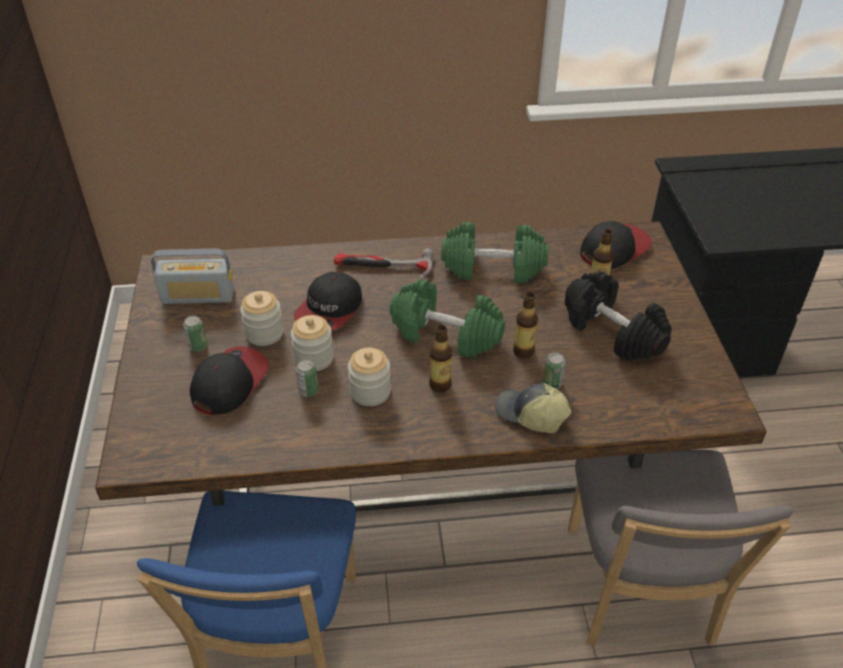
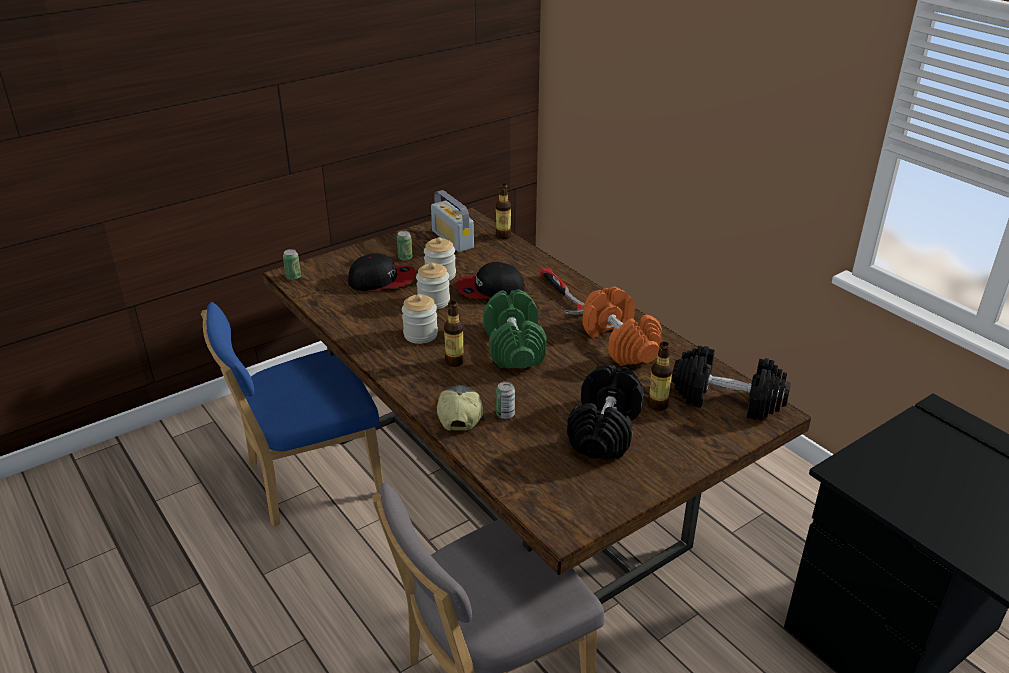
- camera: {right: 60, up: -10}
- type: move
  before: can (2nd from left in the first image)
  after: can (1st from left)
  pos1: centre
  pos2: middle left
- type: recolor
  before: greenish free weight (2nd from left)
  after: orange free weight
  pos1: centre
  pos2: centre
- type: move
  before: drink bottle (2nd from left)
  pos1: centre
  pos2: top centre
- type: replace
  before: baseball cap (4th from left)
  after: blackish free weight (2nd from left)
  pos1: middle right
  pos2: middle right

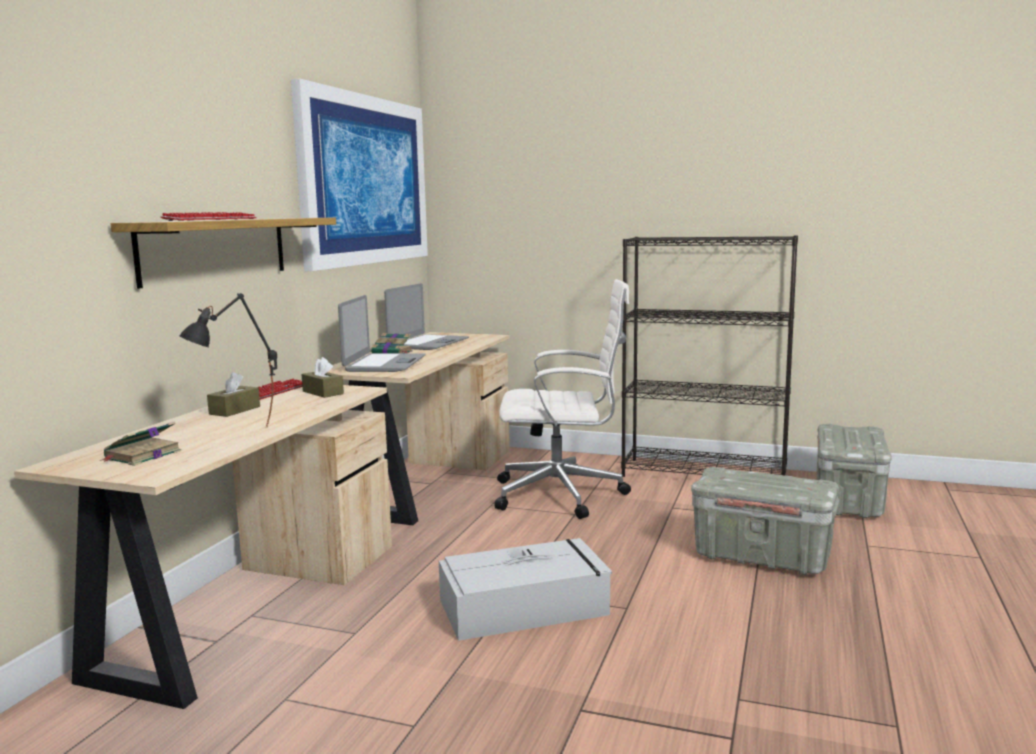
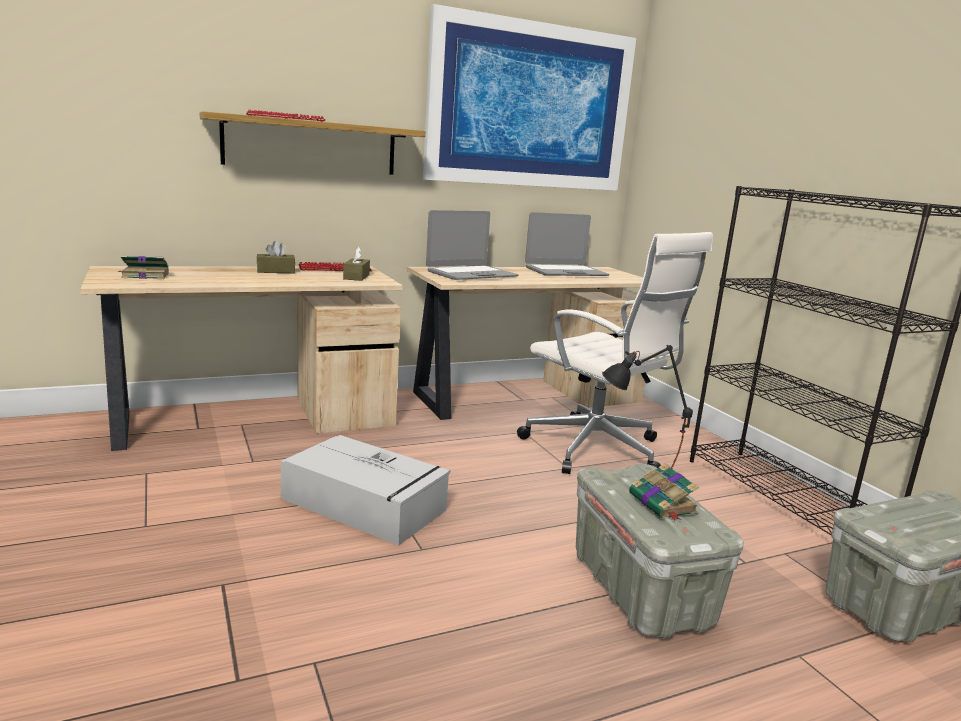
- camera: {right: 45, up: 5}
- type: move
  before: blackish table lamp
  pos1: middle left
  pos2: middle right
- type: move
  before: bound book (2nd from left)
  pos1: centre
  pos2: bottom right

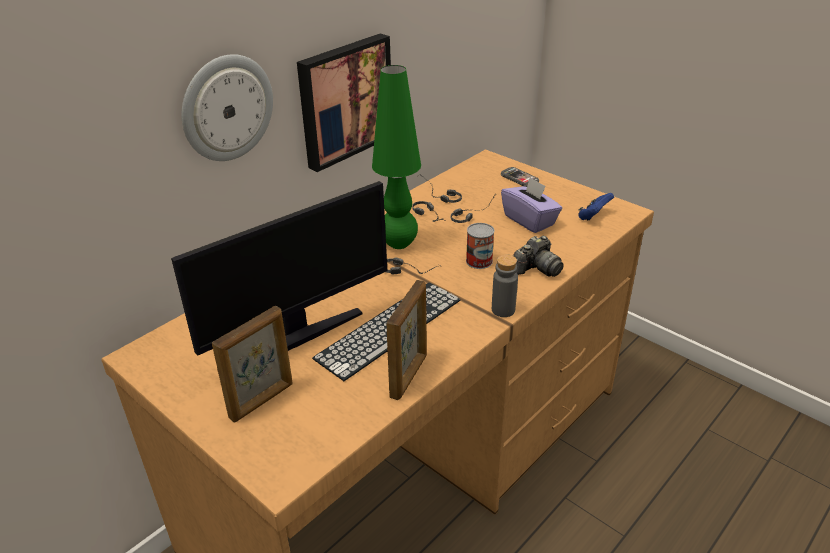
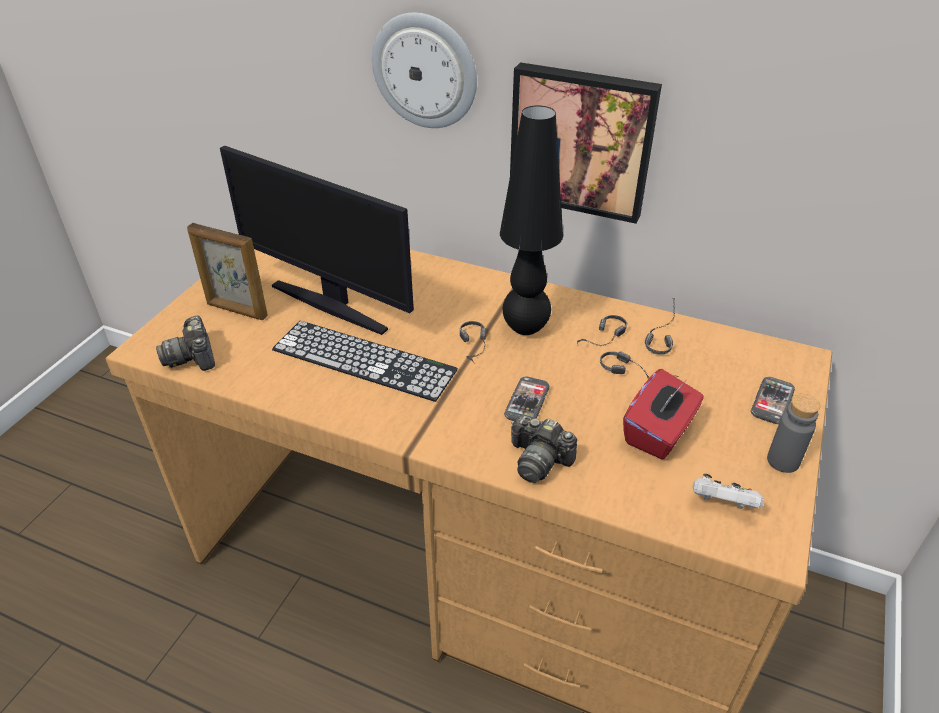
- camera: {right: 70, up: 5}
- type: recolor
  before: greenish table lamp
  after: blackish table lamp
  pos1: top centre
  pos2: top centre
- type: delete
  before: standing frame (2nd from left)
  pos1: centre
- type: replace
  before: can
  after: phone (1st from left)
  pos1: centre
  pos2: centre
- type: move
  before: gray drink bottle
  pos1: centre
  pos2: middle right
- type: recolor
  before: purplish tissue box
  after: red-coloured tissue box
  pos1: centre
  pos2: middle right
- type: recolor
  before: bluish game controller
  after: white-coloured game controller
  pos1: middle right
  pos2: bottom right
- type: insert
  after: photo camera (1st from left)
  pos2: middle left

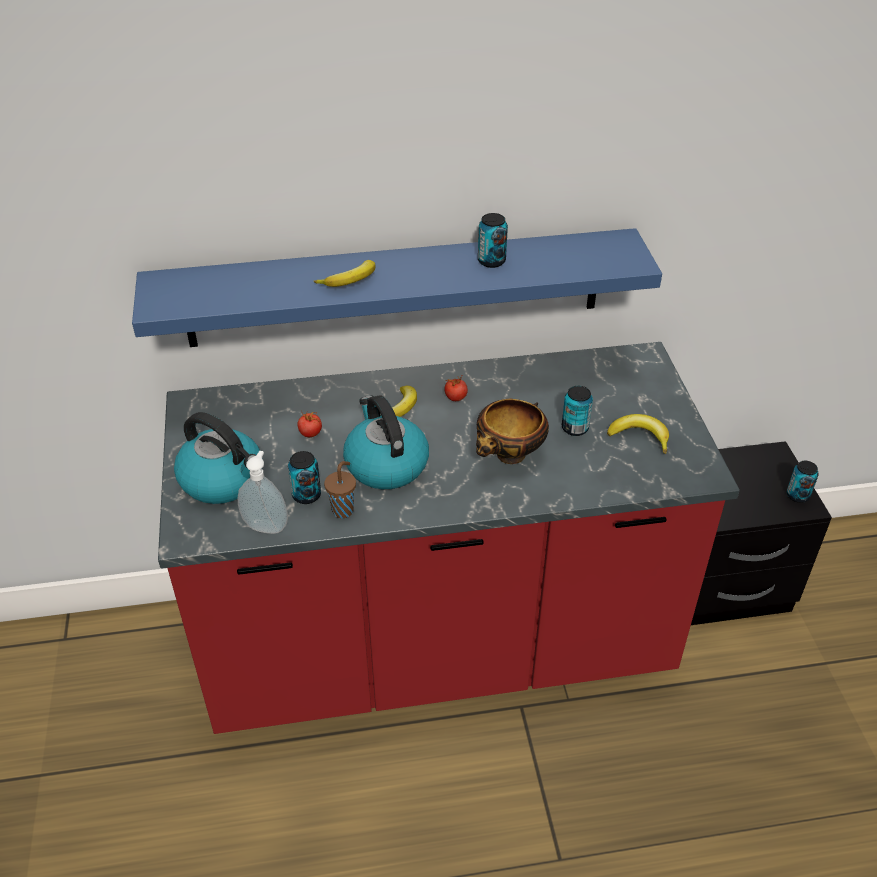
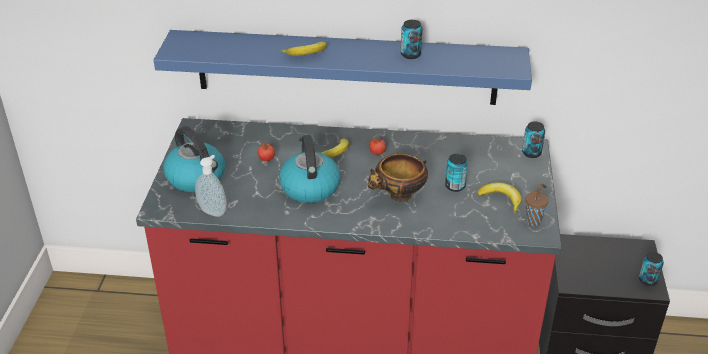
- camera: {right: 15, up: -5}
- type: move
  before: can (1st from left in the first image)
  after: can (3rd from left)
  pos1: centre
  pos2: middle right
- type: move
  before: brownish cup
  pos1: centre
  pos2: middle right

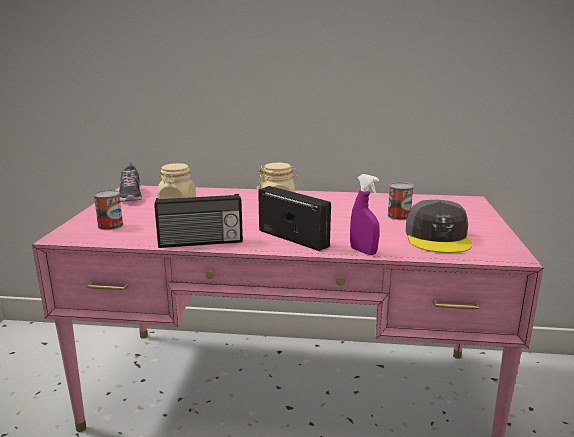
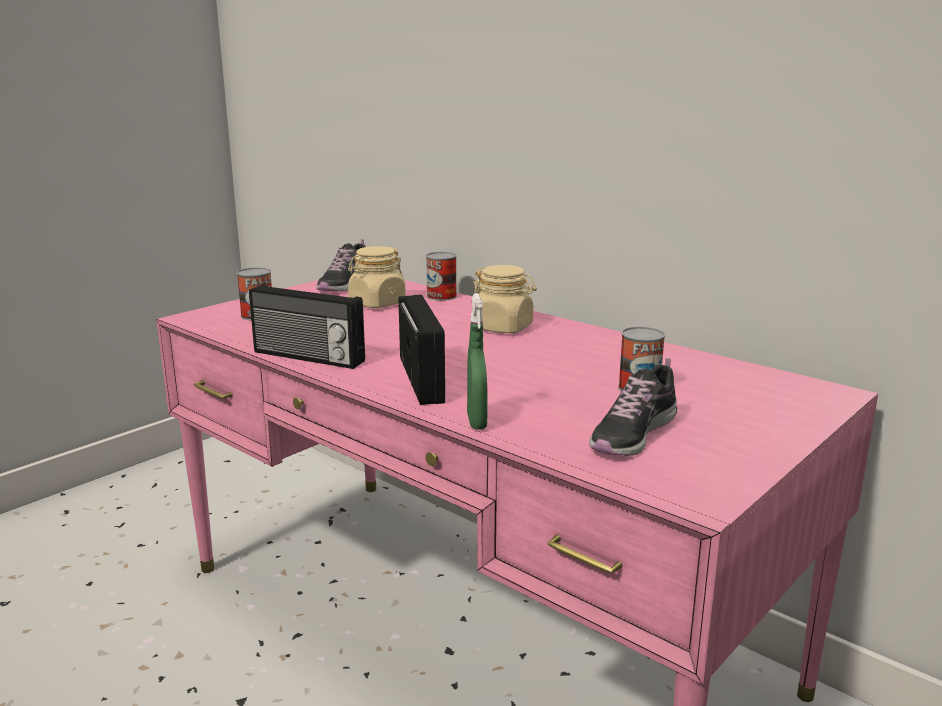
- camera: {right: 35, up: 0}
- type: recolor
  before: purplish hand sprayer
  after: greenish hand sprayer
  pos1: centre
  pos2: centre
- type: replace
  before: gray baseball cap
  after: low shoe (2nd from left)
  pos1: middle right
  pos2: middle right
- type: insert
  after: can (2nd from left)
  pos2: centre

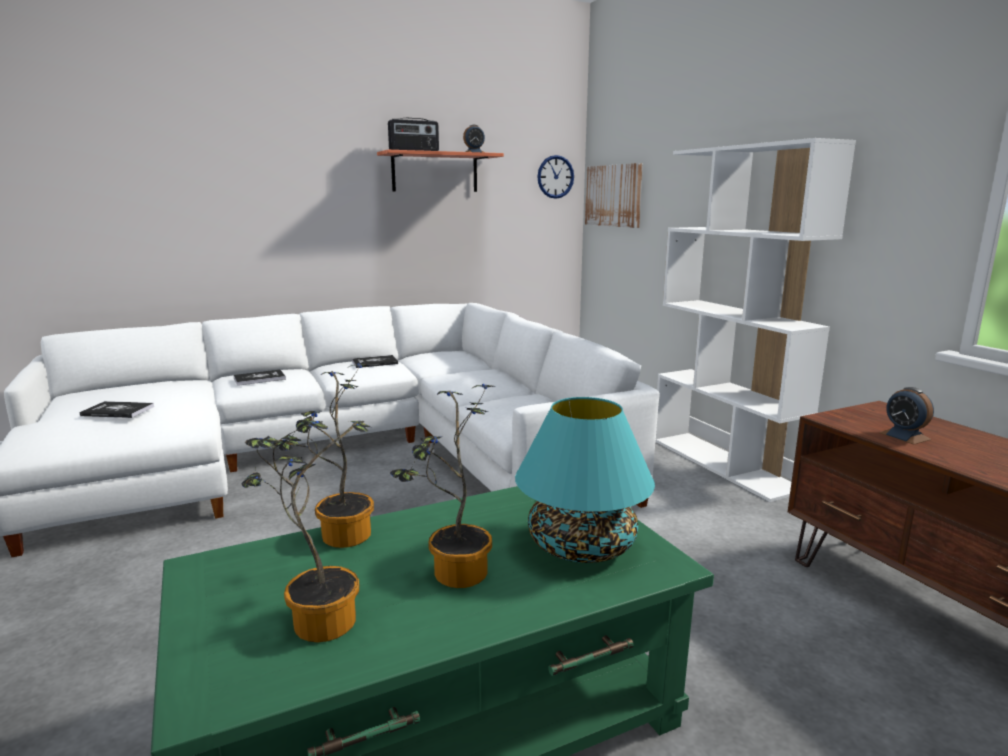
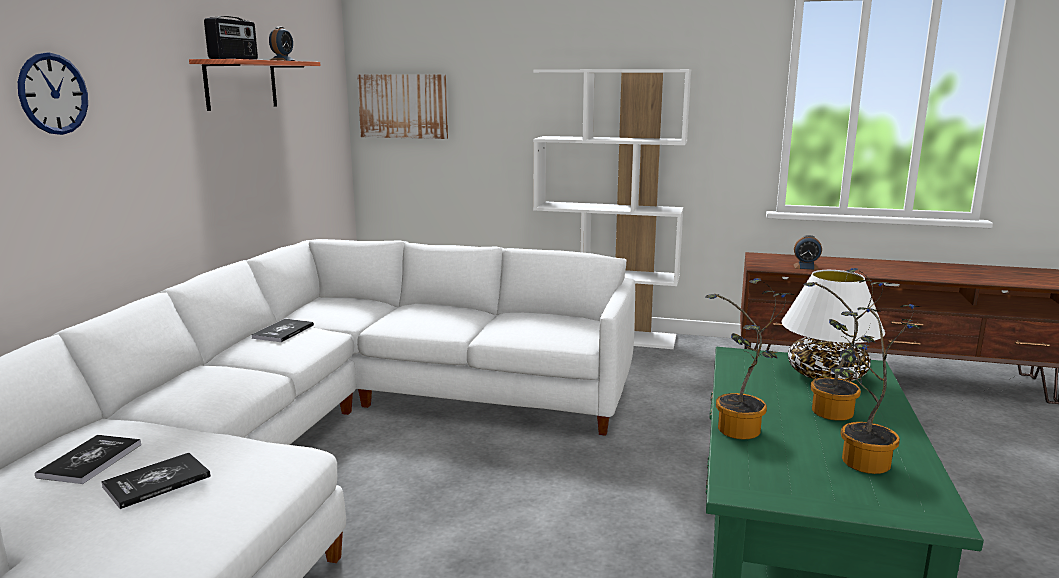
- camera: {right: -50, up: 0}
- type: move
  before: bound book (2nd from left in the first image)
  after: bound book (1st from left)
  pos1: middle left
  pos2: bottom left
- type: recolor
  before: turquoise table lamp
  after: white-coloured table lamp
  pos1: centre
  pos2: middle right
- type: move
  before: wall clock
  pos1: top centre
  pos2: top left

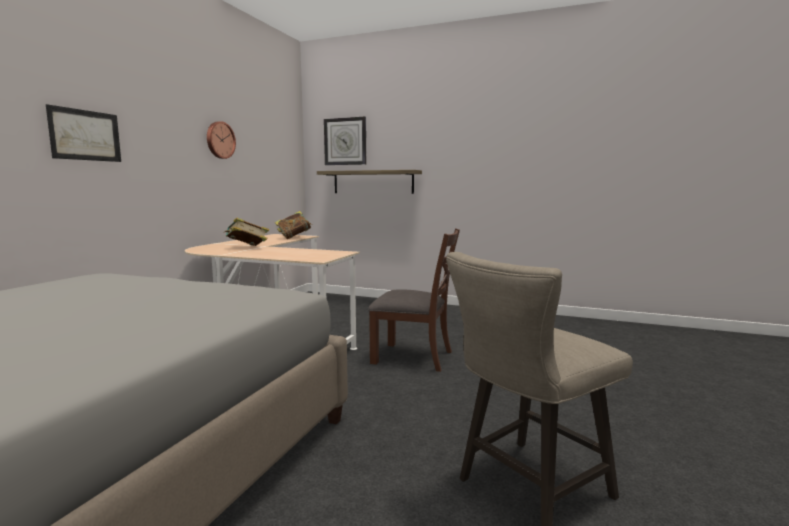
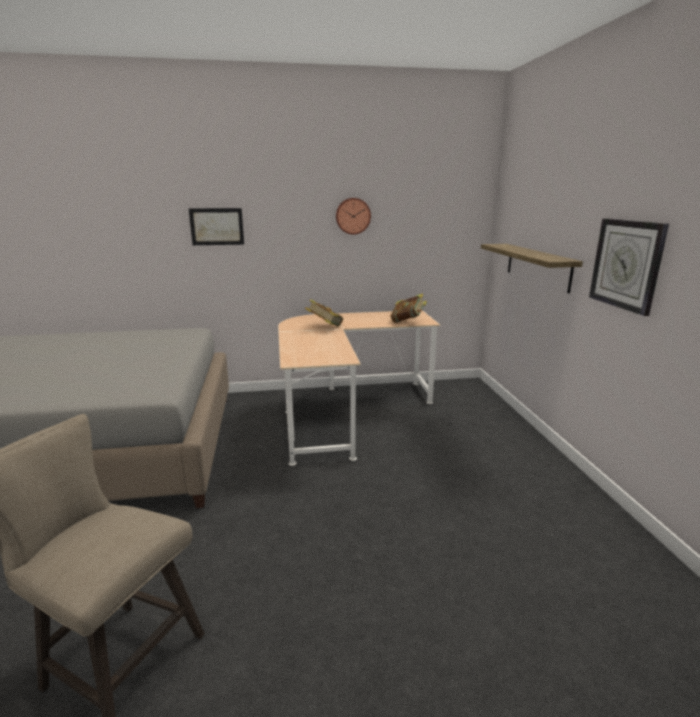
- camera: {right: 60, up: 10}
- type: move
  before: wall clock (2nd from left)
  pos1: top centre
  pos2: middle right
- type: delete
  before: brownish chair
  pos1: centre

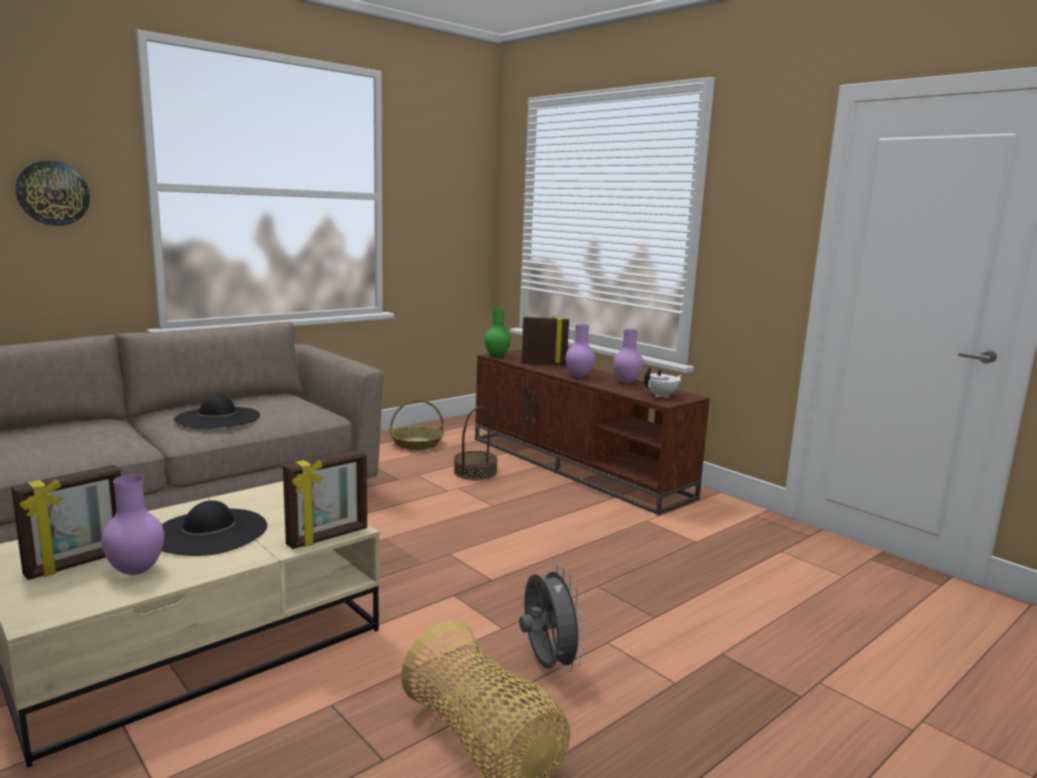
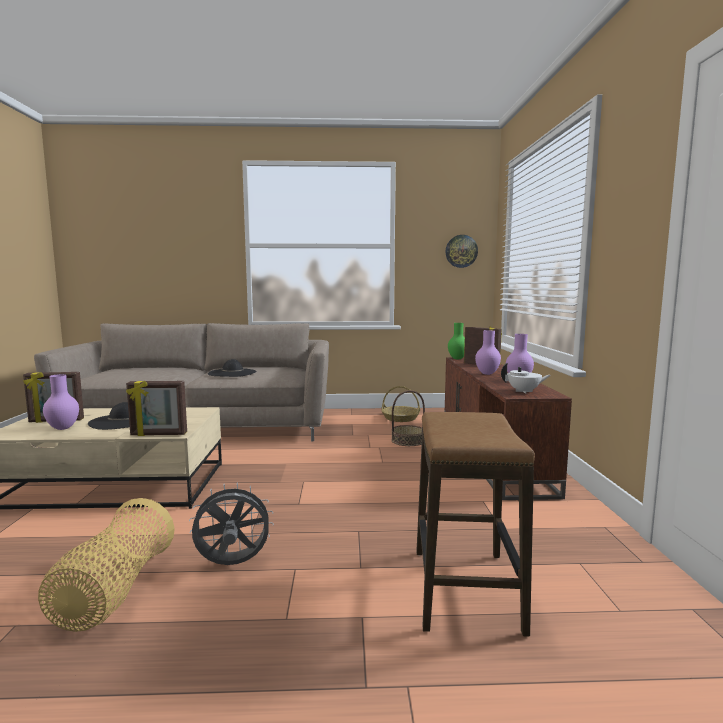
- camera: {right: 40, up: -5}
- type: move
  before: wall clock
  pos1: top left
  pos2: centre
- type: rotate
  before: gray cooling fan
  pos1: bottom centre
  pos2: bottom left
  turn: -120
- type: insert
  after: stool seat
  pos2: bottom centre

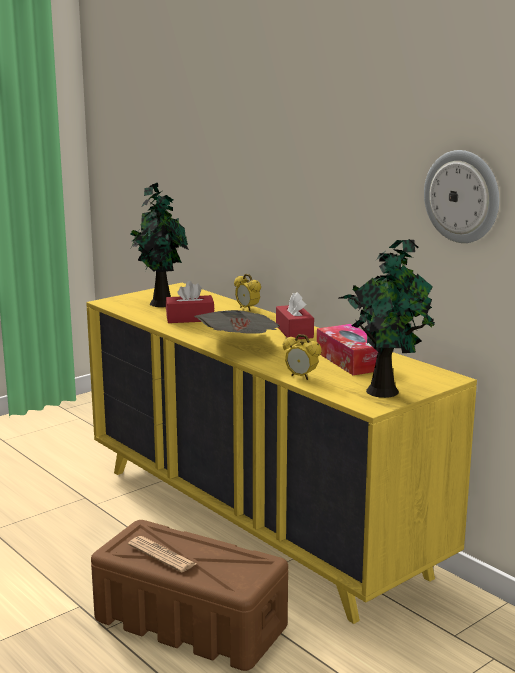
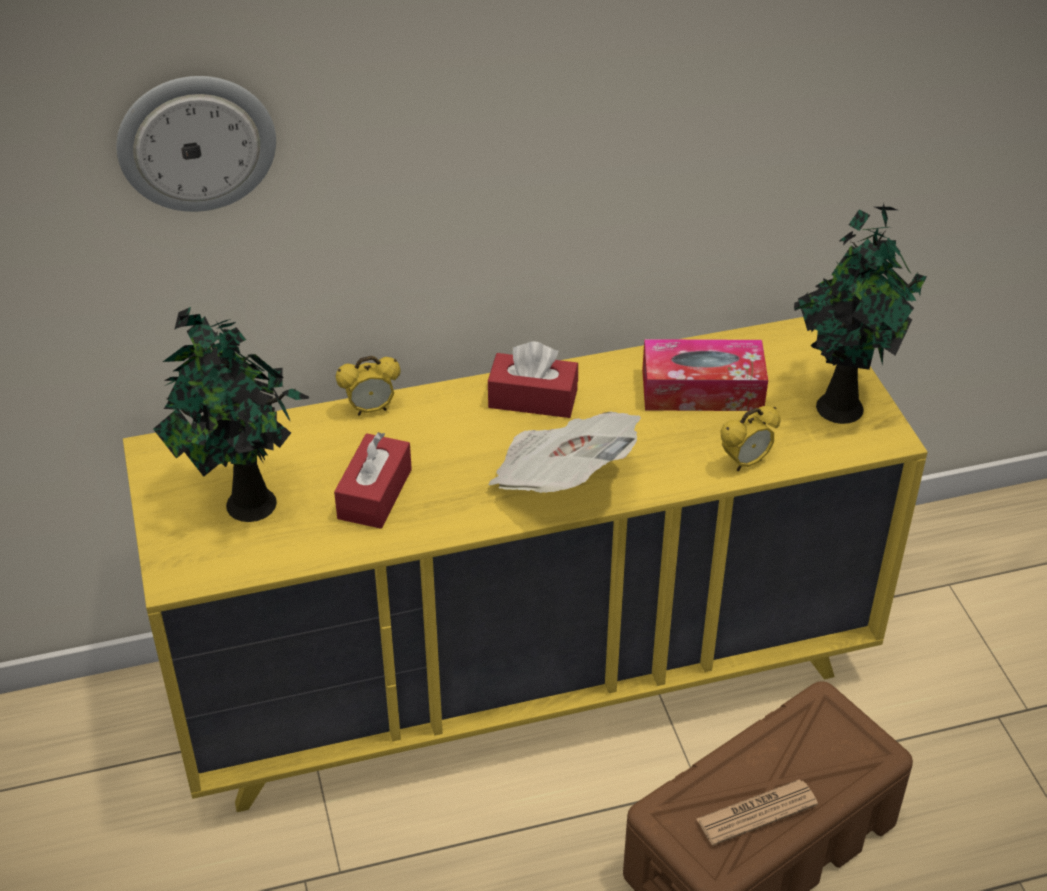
- camera: {right: -65, up: 25}
- type: move
  before: wall clock
  pos1: top right
  pos2: top left

